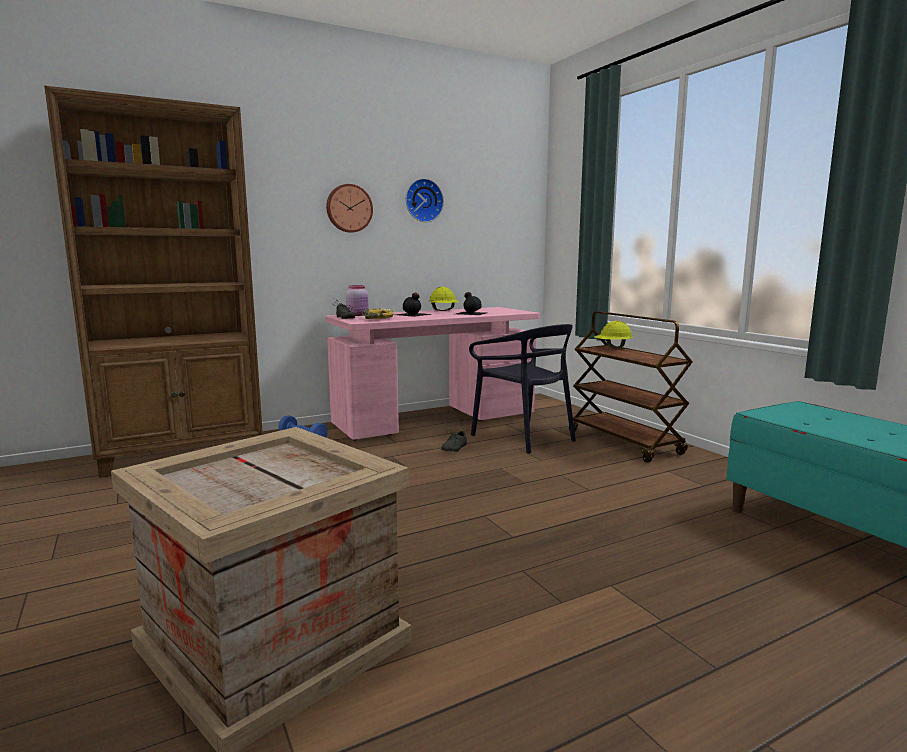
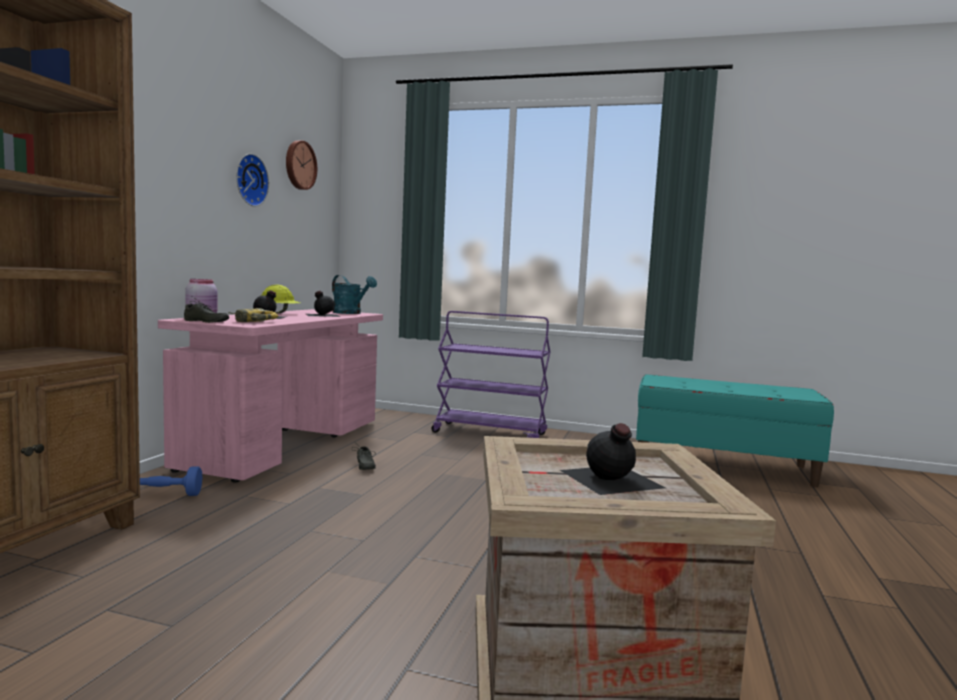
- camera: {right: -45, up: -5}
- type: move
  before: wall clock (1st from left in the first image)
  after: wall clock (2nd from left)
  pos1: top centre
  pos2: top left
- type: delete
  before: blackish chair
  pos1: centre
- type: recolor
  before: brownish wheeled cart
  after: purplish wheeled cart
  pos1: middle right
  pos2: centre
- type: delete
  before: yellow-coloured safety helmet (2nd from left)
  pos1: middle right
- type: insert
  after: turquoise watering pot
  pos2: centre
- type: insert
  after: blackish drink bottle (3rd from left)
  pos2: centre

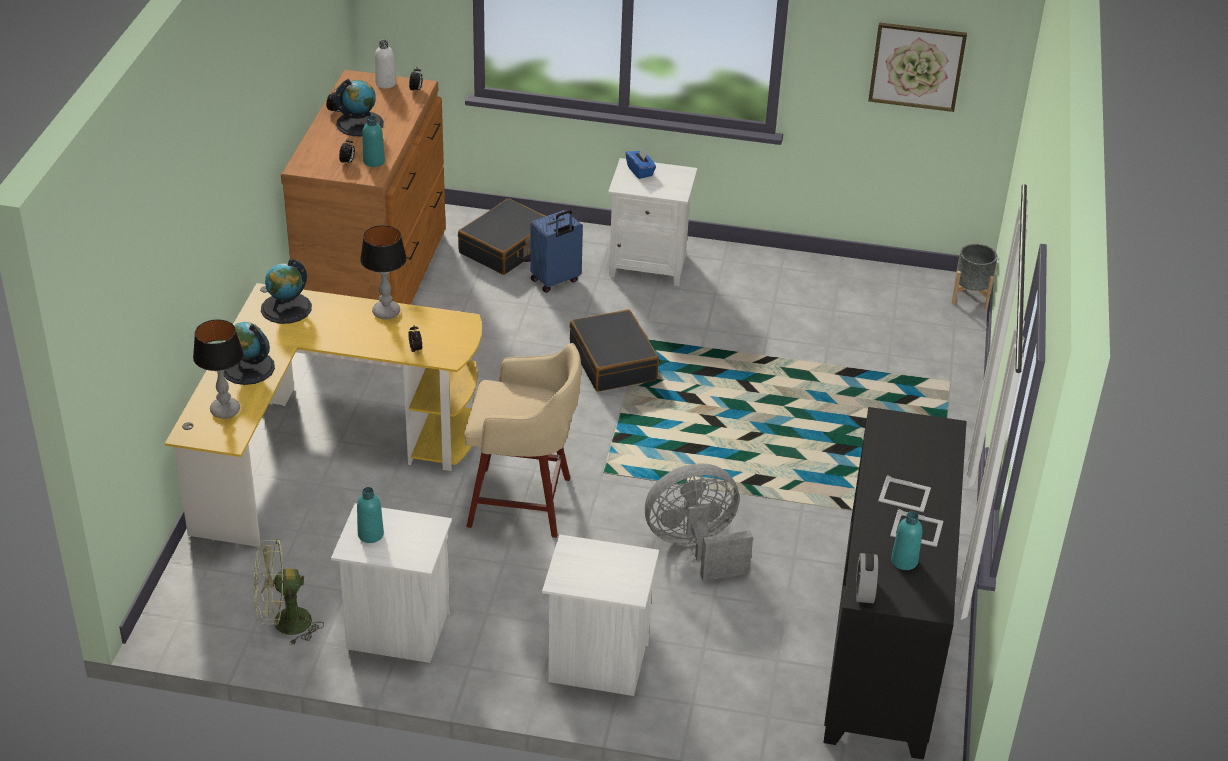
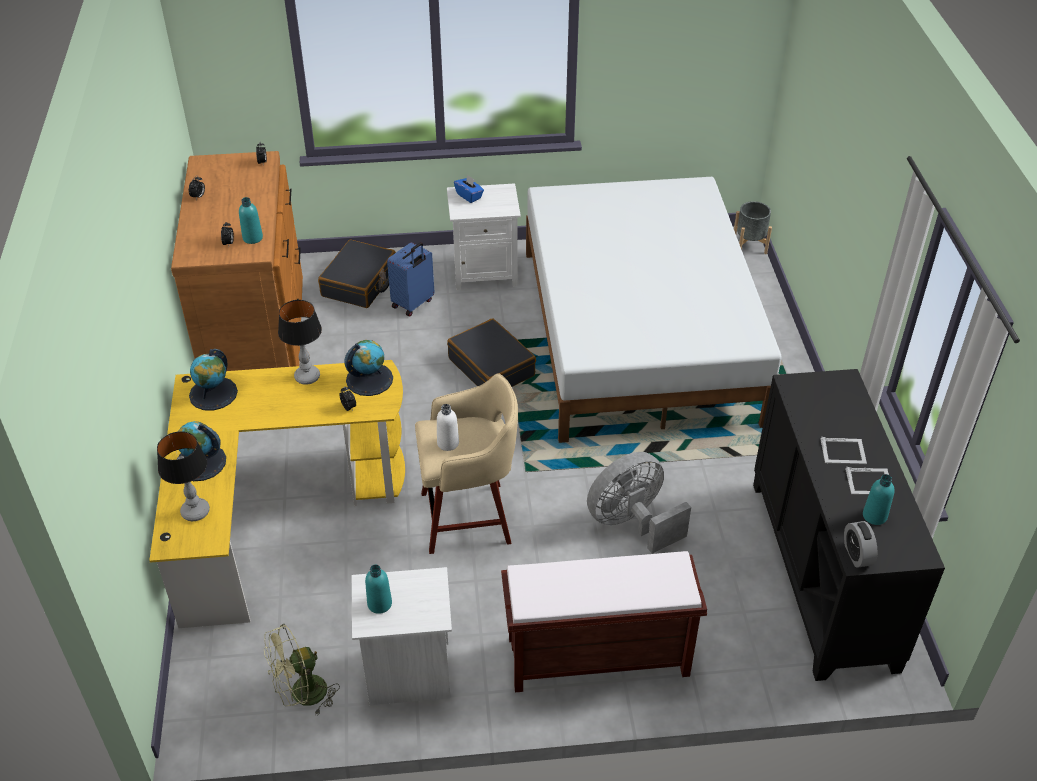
- camera: {right: -15, up: 5}
- type: move
  before: desk globe (3rd from left)
  pos1: top left
  pos2: centre
- type: move
  before: white-coloured drink bottle
  pos1: top left
  pos2: centre
- type: replace
  before: white-coloured night table (2nd from left)
  after: brownish indoor bench
  pos1: bottom centre
  pos2: bottom centre
- type: delete
  before: picture
  pos1: top right
- type: insert
  after: white-coloured bed
  pos2: centre

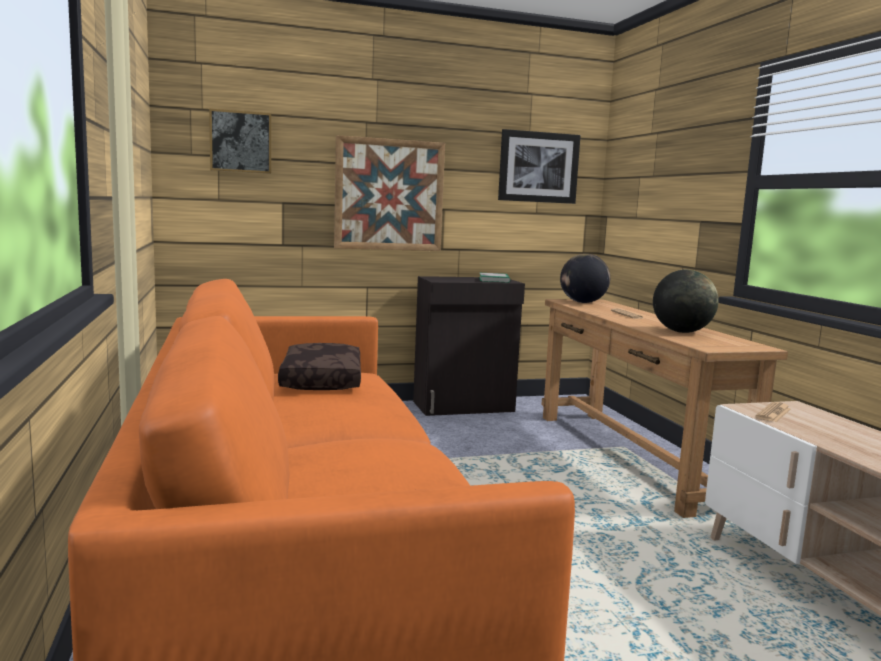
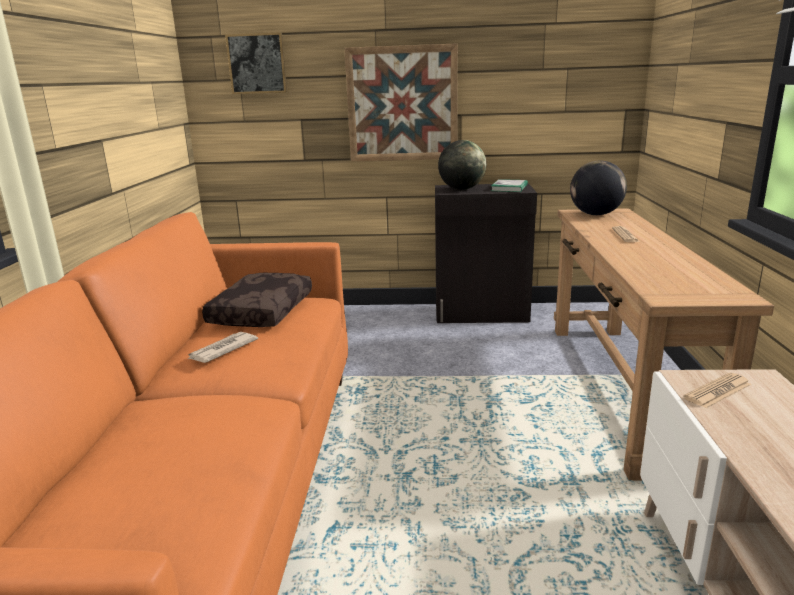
- camera: {right: 20, up: 10}
- type: delete
  before: picture (3rd from left)
  pos1: top centre
- type: move
  before: desk globe (2nd from left in the first image)
  after: desk globe (1st from left)
  pos1: middle right
  pos2: top centre
- type: insert
  after: printed paper (1st from left)
  pos2: middle left

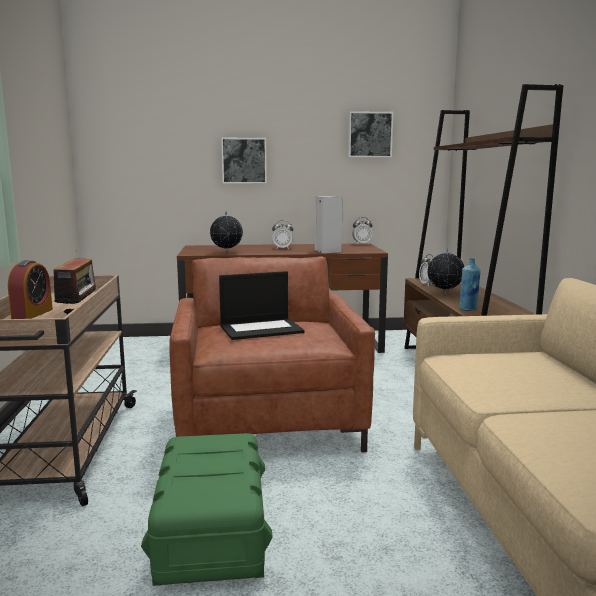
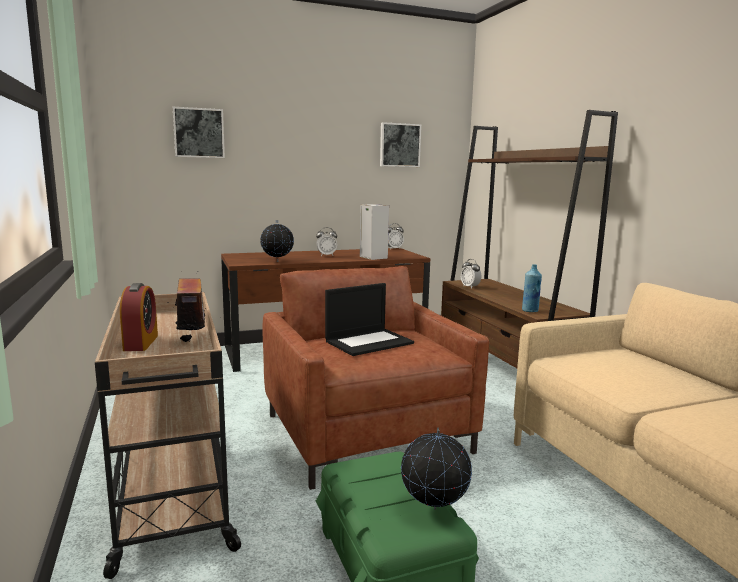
- camera: {right: -15, up: 0}
- type: move
  before: picture (1st from left)
  pos1: top centre
  pos2: top left
- type: move
  before: desk globe (2nd from left)
  pos1: middle right
  pos2: bottom centre

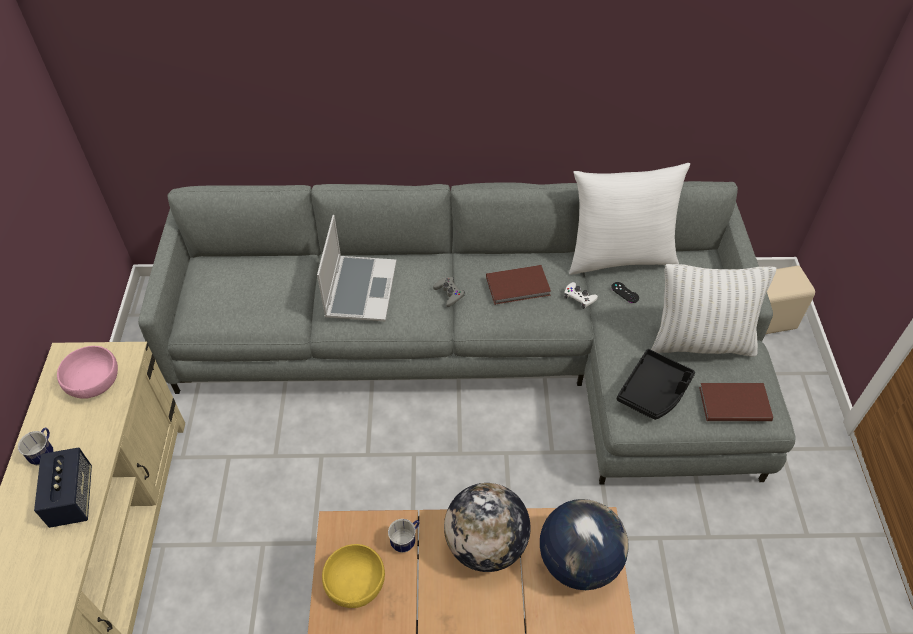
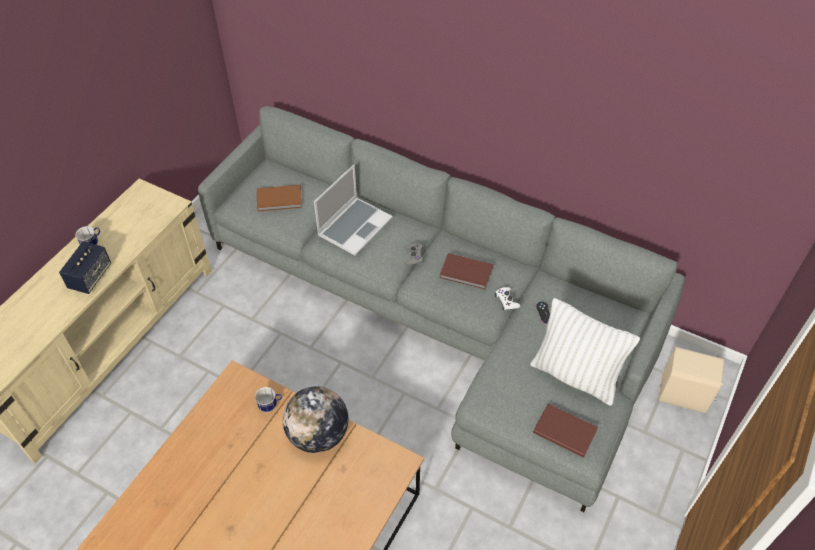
- camera: {right: 30, up: 0}
- type: delete
  before: pink serving bowl
  pos1: middle left
- type: delete
  before: yellow-coloured serving bowl
  pos1: bottom centre
- type: delete
  before: desk globe (2nd from left)
  pos1: bottom centre
- type: delete
  before: white-coloured pillow (1st from left)
  pos1: middle right
- type: delete
  before: blackish carrying tray
  pos1: middle right
- type: insert
  after: brownish bound book (1st from left)
  pos2: centre

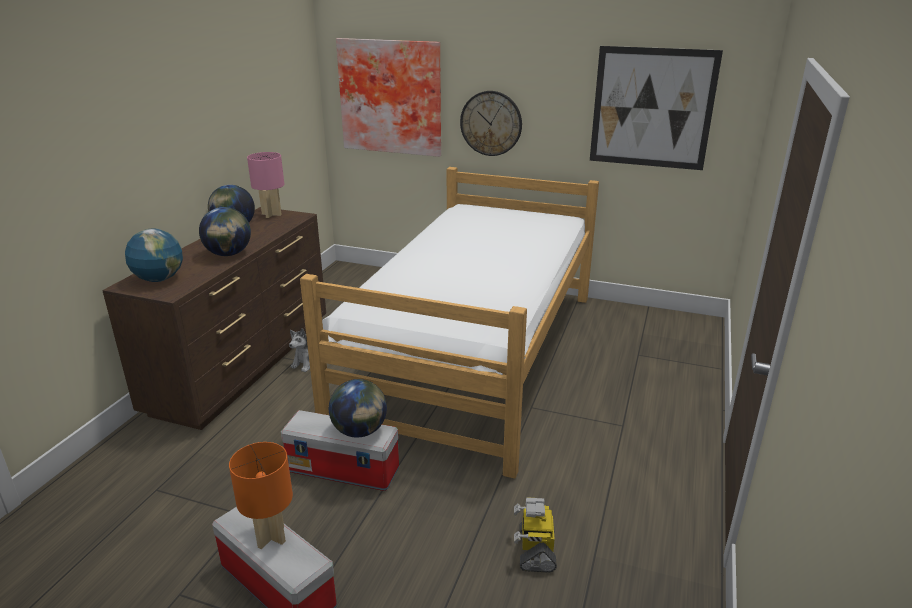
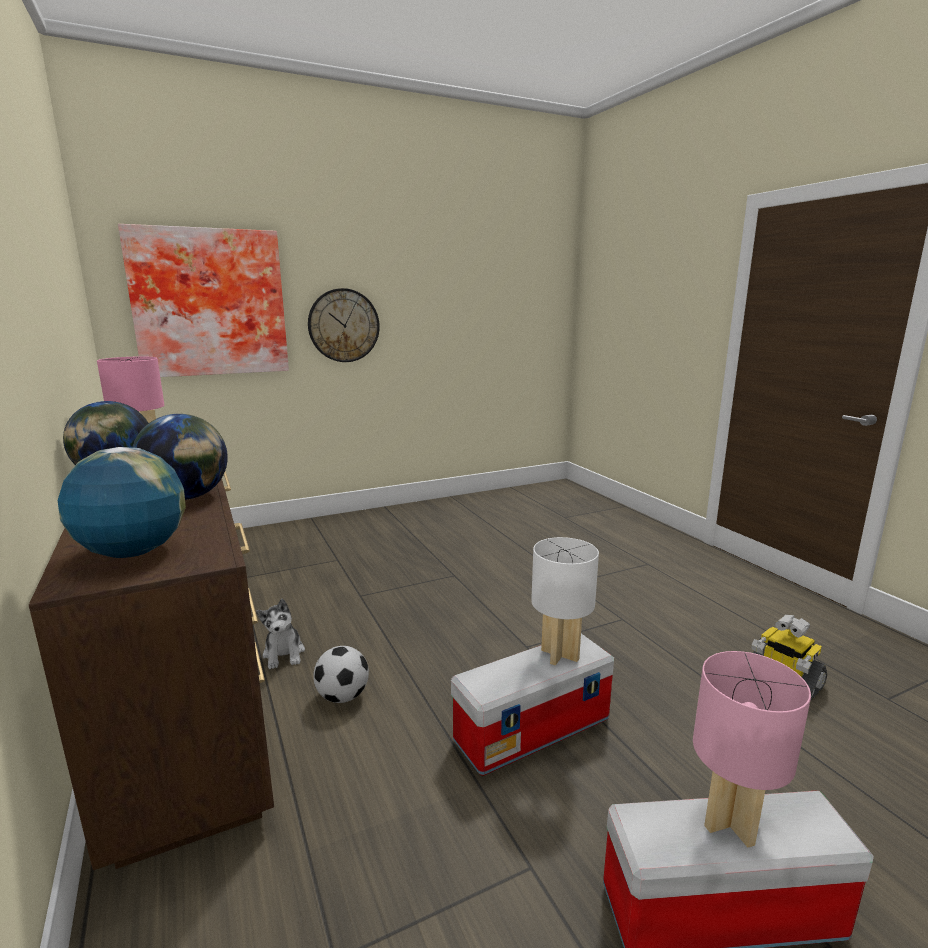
- camera: {right: -45, up: -10}
- type: recolor
  before: orange table lamp
  after: pink table lamp (2nd from left)
  pos1: bottom left
  pos2: bottom right
- type: delete
  before: bed
  pos1: centre
- type: replace
  before: desk globe (4th from left)
  after: white-coloured table lamp
  pos1: bottom centre
  pos2: centre
- type: delete
  before: picture (2nd from left)
  pos1: top right
- type: insert
  after: ball for football
  pos2: bottom centre

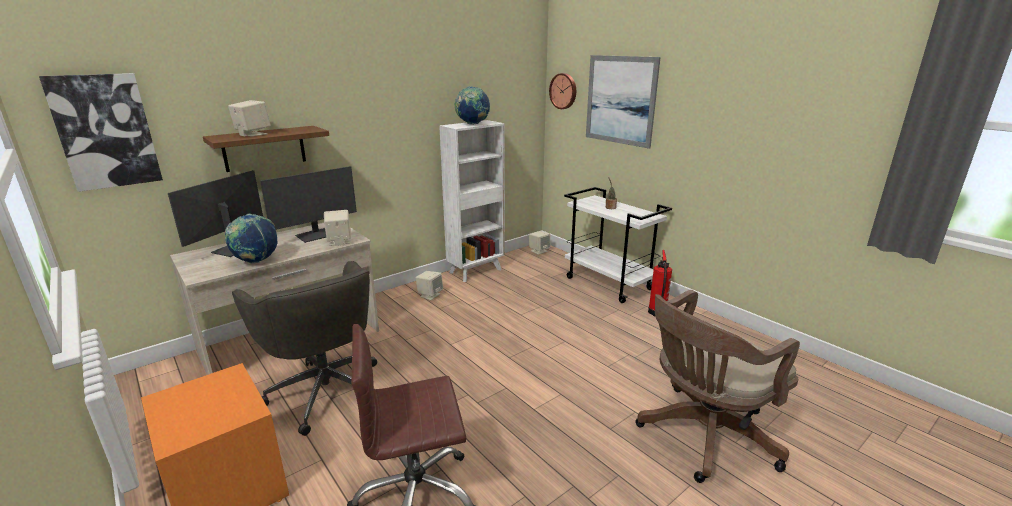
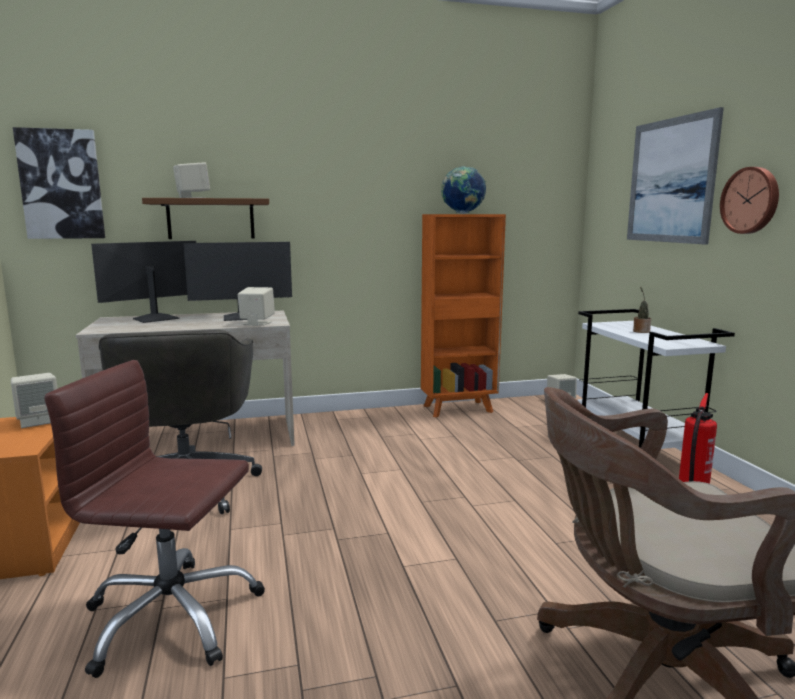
- camera: {right: 25, up: -10}
- type: delete
  before: desk globe (1st from left)
  pos1: middle left
- type: move
  before: beige loudspeaker (3rd from left in the first image)
  after: beige loudspeaker (1st from left)
  pos1: centre
  pos2: middle left
- type: recolor
  before: white-coloured bookshelf
  after: orange bookshelf
  pos1: centre
  pos2: centre
- type: move
  before: wall clock
  pos1: top centre
  pos2: top right

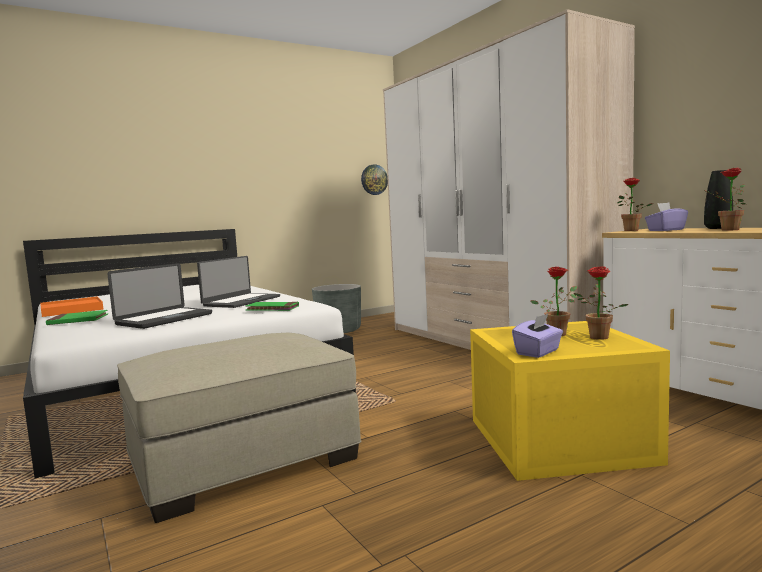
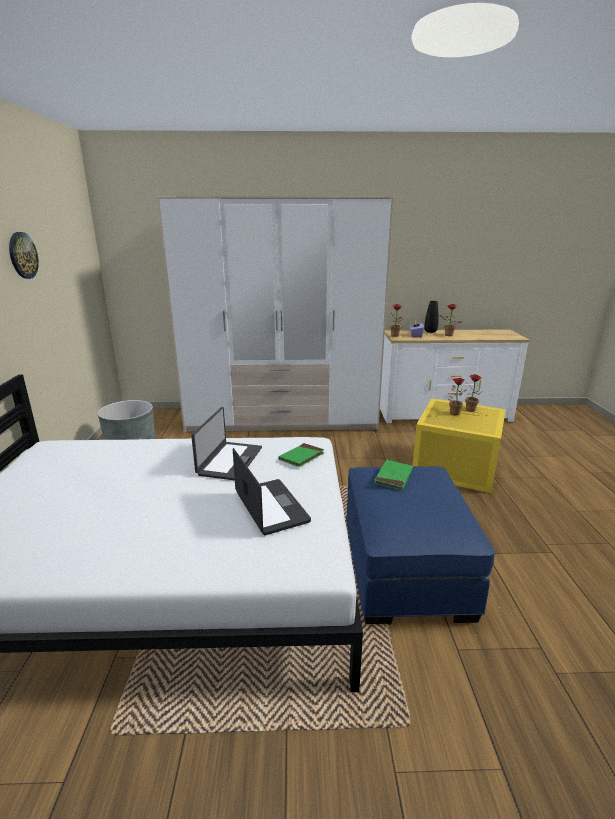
- camera: {right: -60, up: 15}
- type: delete
  before: orange carrying tray
  pos1: middle left
- type: move
  before: greenish bound book (1st from left in the first image)
  after: greenish bound book (2nd from left)
  pos1: middle left
  pos2: centre
- type: recolor
  before: beige ottoman
  after: bluish ottoman
  pos1: bottom left
  pos2: middle right
- type: rotate
  before: portable computer (2nd from left in the first image)
  pos1: middle left
  pos2: centre
  turn: 45
- type: move
  before: wall clock
  pos1: top centre
  pos2: top left
- type: delete
  before: purplish tissue box (1st from left)
  pos1: middle right

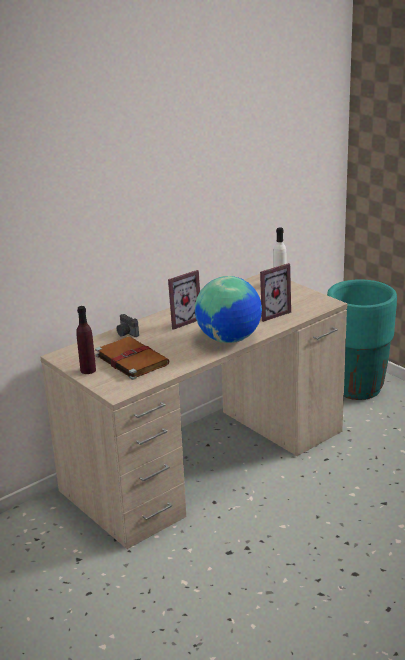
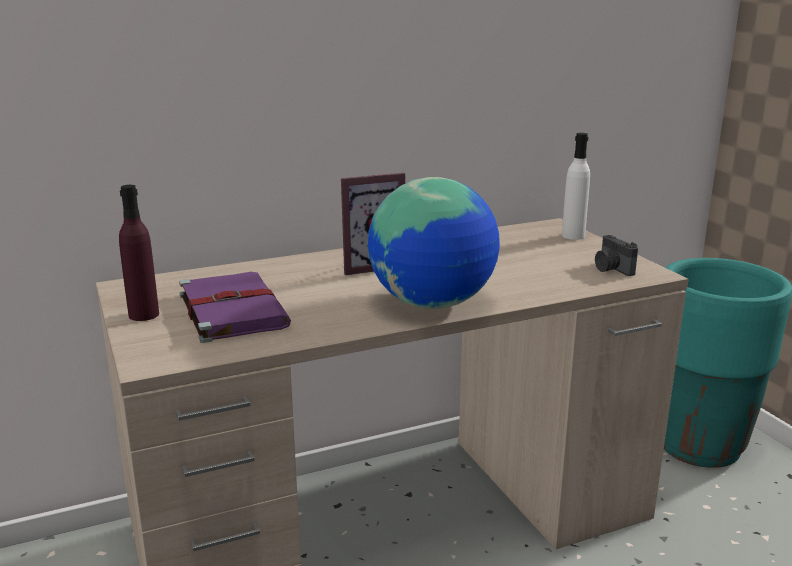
- camera: {right: 15, up: -5}
- type: recolor
  before: brownish bound book
  after: purplish bound book
  pos1: middle left
  pos2: middle left
- type: move
  before: photo camera
  pos1: middle left
  pos2: middle right
- type: delete
  before: standing frame (2nd from left)
  pos1: middle right

